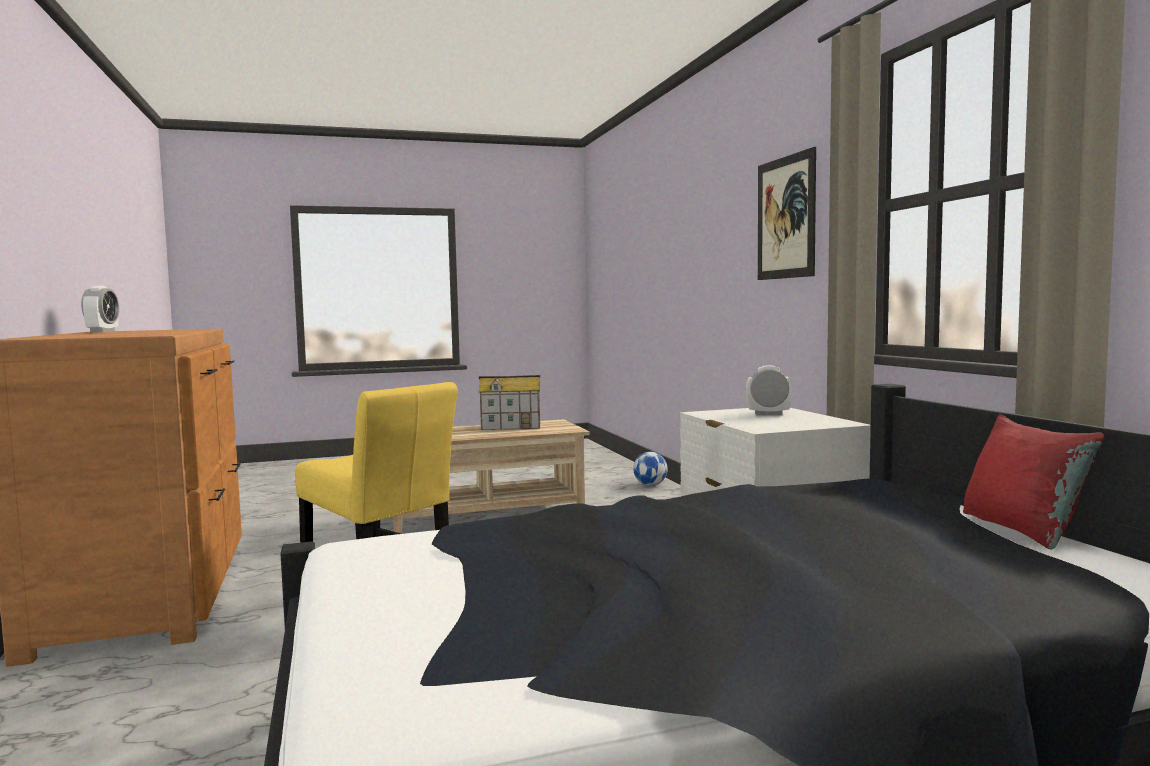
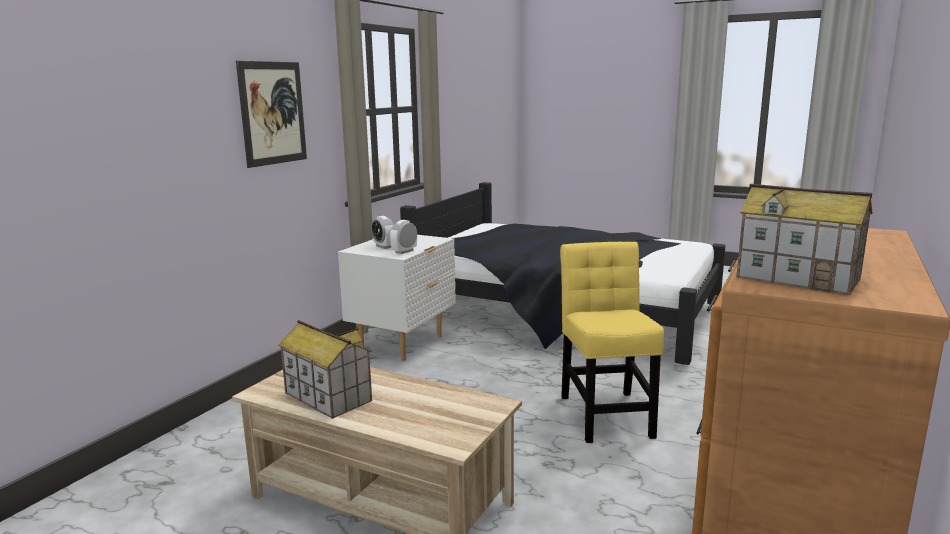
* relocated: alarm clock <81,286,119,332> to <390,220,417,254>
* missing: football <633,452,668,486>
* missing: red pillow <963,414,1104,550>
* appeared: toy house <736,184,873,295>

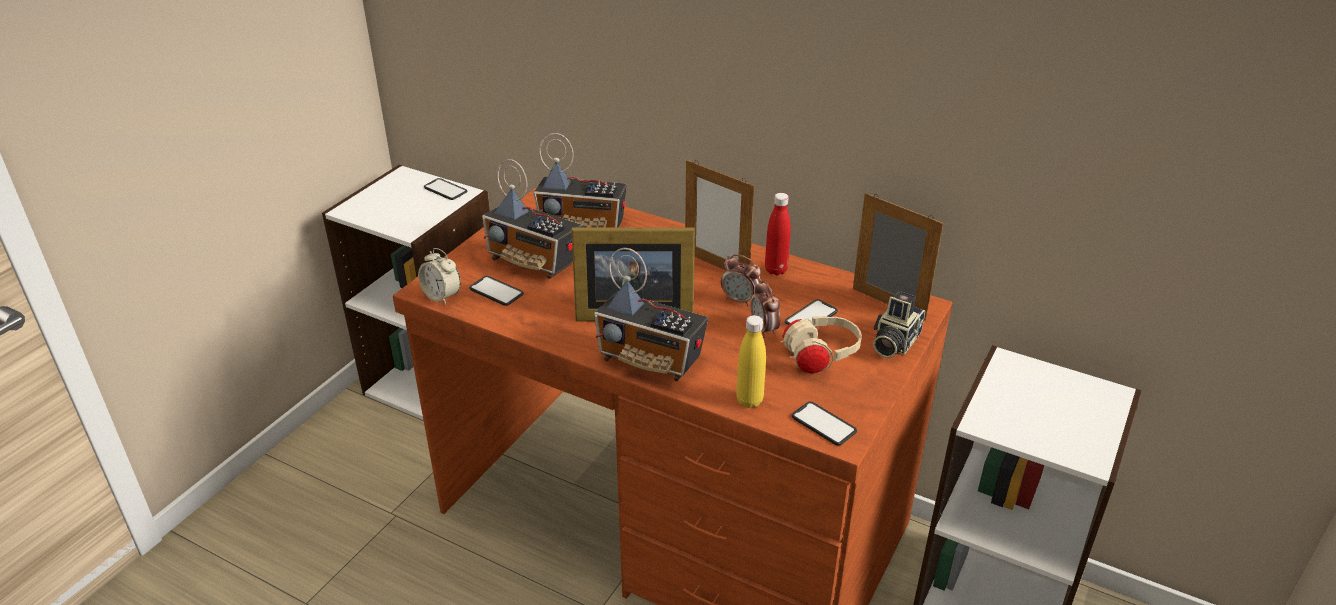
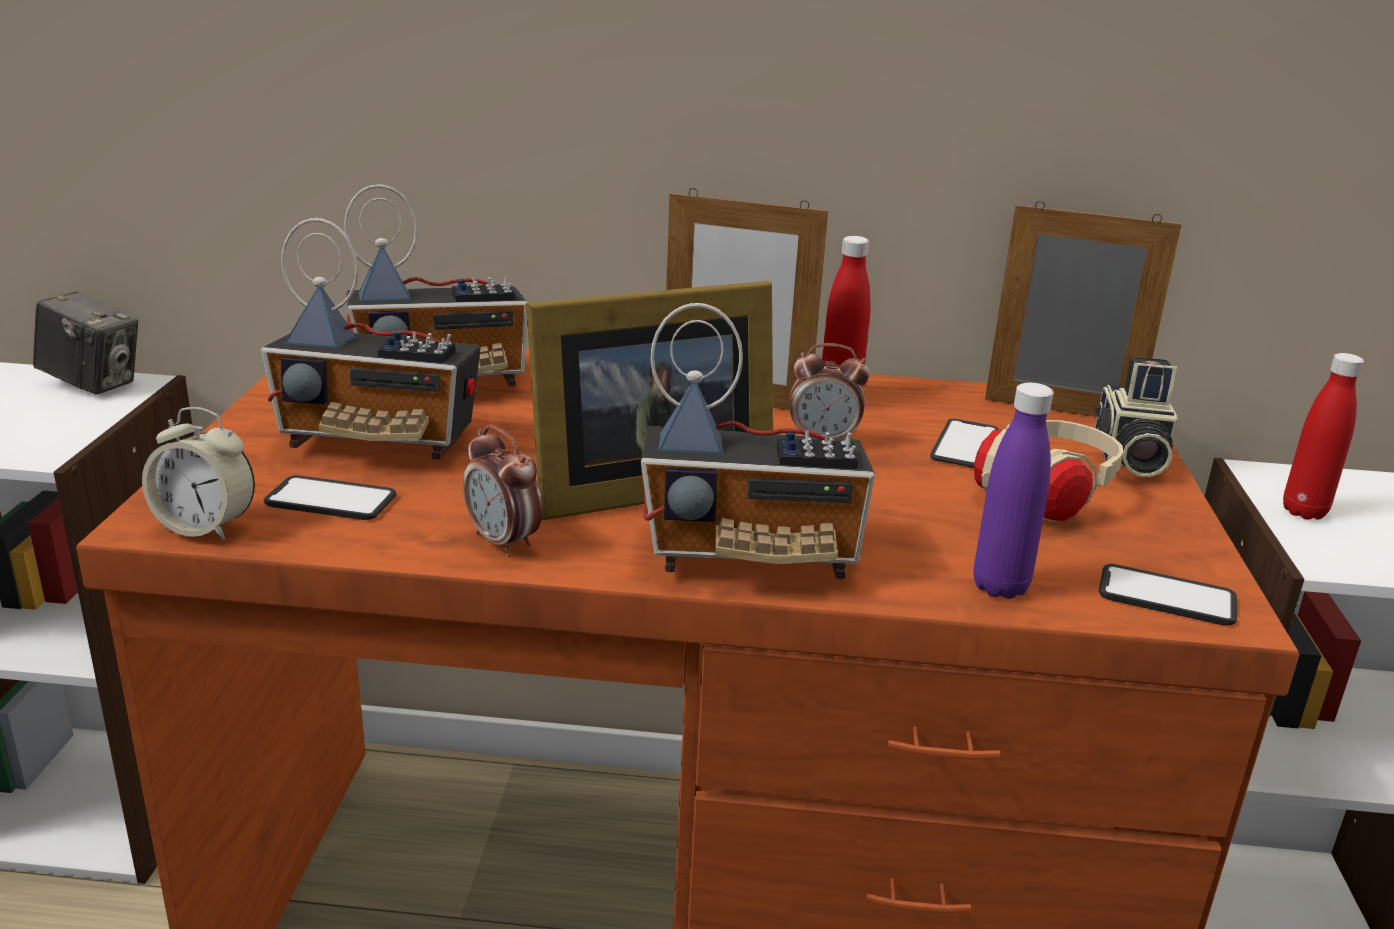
* exchanged: phone <424,178,467,200> to photo camera <33,292,138,395>
* colour: yellow bottle <736,315,766,408> to purple bottle <974,383,1054,599>
* relocated: alarm clock <751,280,781,338> to <463,425,543,557>
* appeared: red bottle <1283,353,1364,520>

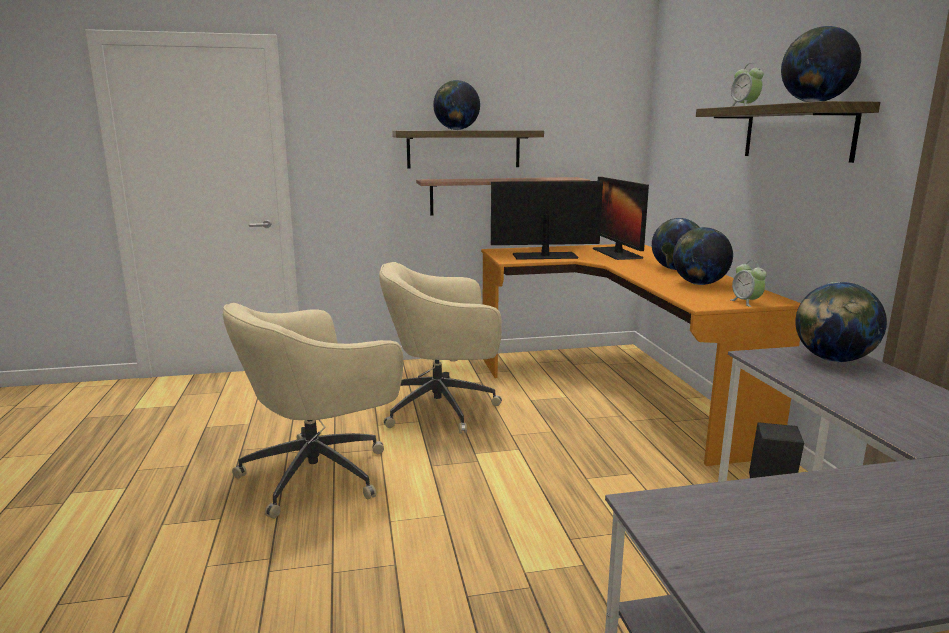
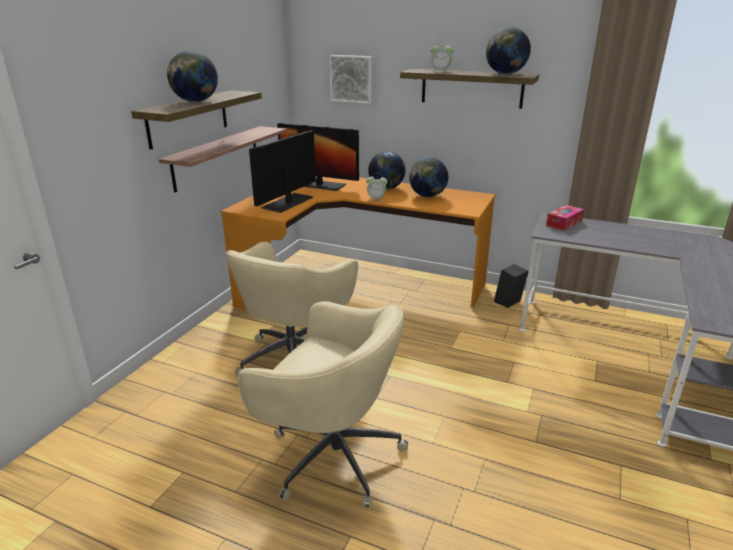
* spun: beige office chair <223,303,403,519> = <238,301,408,509> 60 degrees counterclockwise
* relocated: alarm clock <731,260,767,307> to <366,173,388,202>
* exchanged: globe <795,282,887,362> to tissue box <546,205,584,231>
* appeared: picture <330,55,372,104>

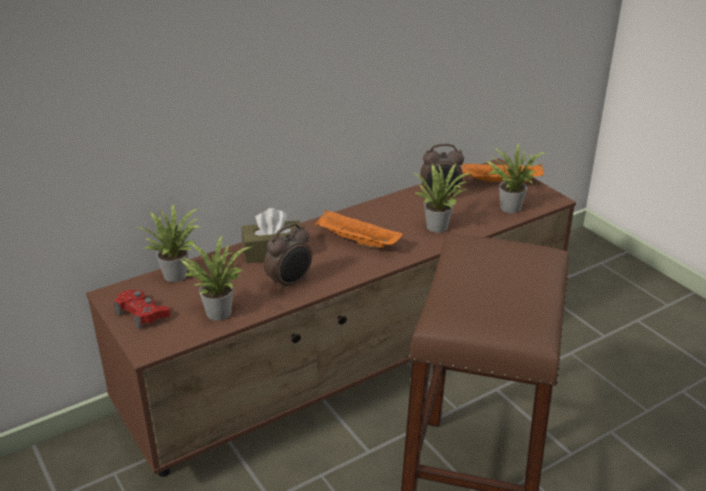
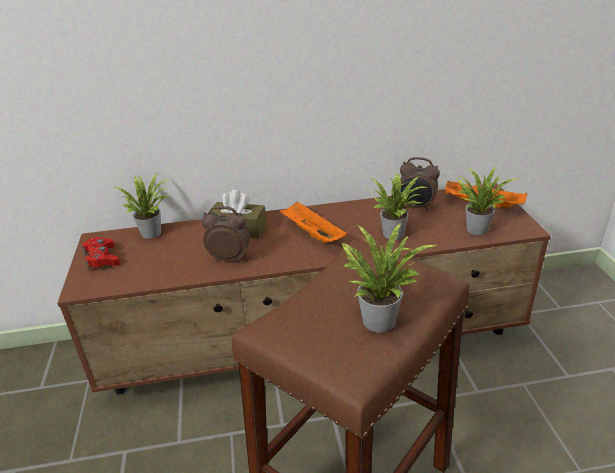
* relocated: potted plant <180,235,250,321> to <340,222,437,333>
* spun: alarm clock <264,223,312,292> = <202,206,250,263> 150 degrees counterclockwise

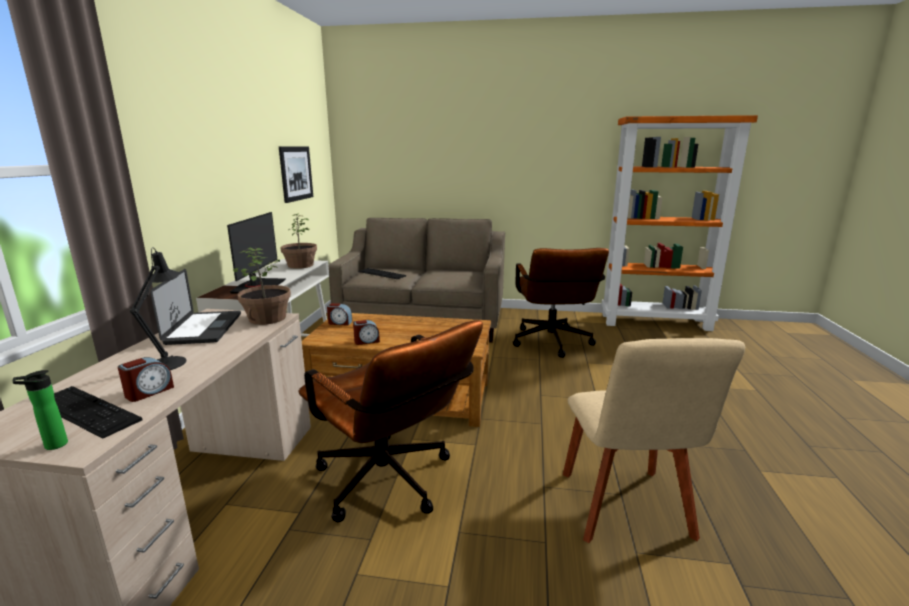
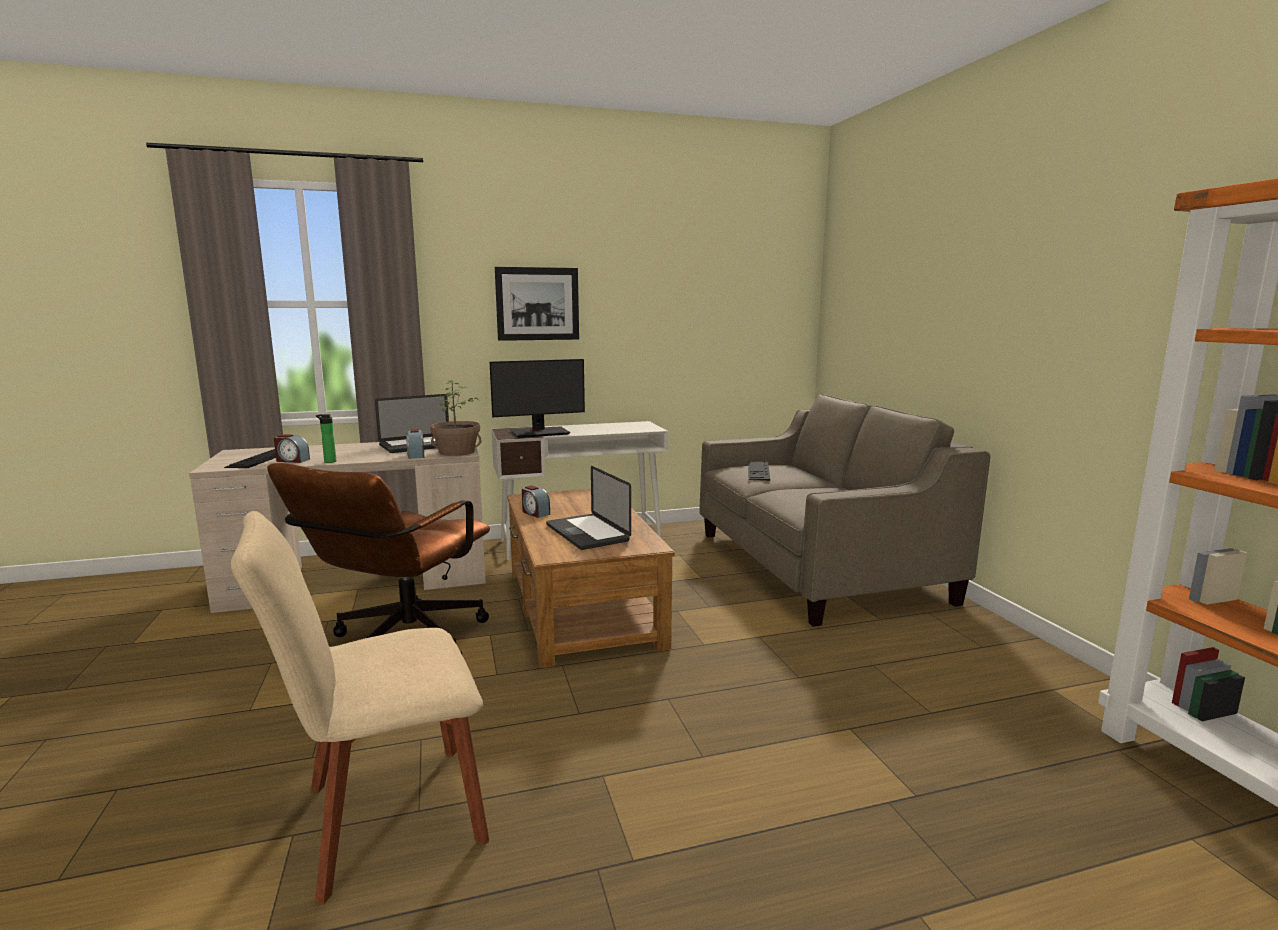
* relocated: bottle <13,370,68,450> to <316,414,336,463>
* missing: black table lamp <130,247,187,370>
* relocated: picture <279,146,313,203> to <495,267,579,341>
* missing: potted plant <281,213,317,269>
* relocated: alarm clock <327,303,352,326> to <406,429,424,459>
* missing: brown office chair <513,248,609,358>
* appeared: laptop <546,466,631,550>

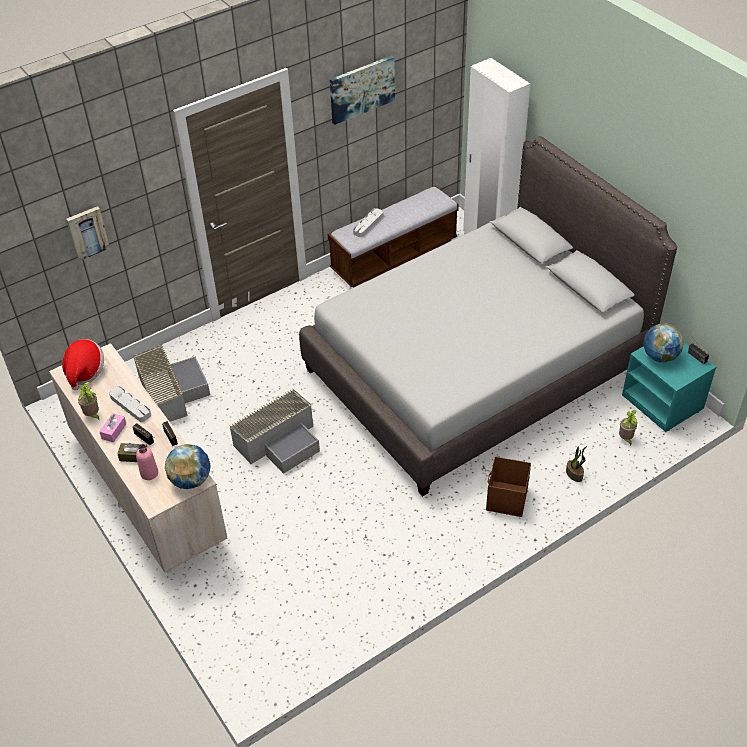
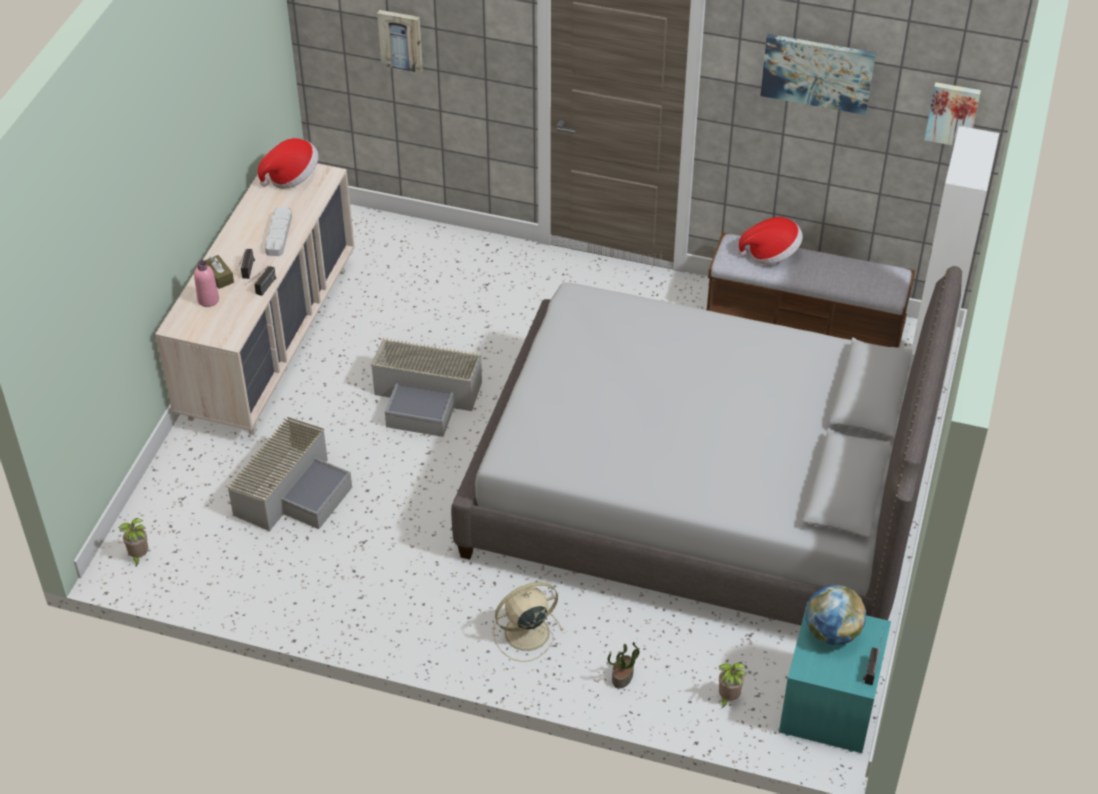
* relocated: potted plant <78,382,99,419> to <119,518,148,566>
* missing: pink tissue box <99,413,126,442>
* relocated: grey storage box <133,345,210,422> to <227,417,352,531>
* missing: globe <165,444,211,489>
* exchanged: grey tray <353,208,383,237> to hat <739,217,803,264>
* exchanged: brown storage box <486,456,531,517> to beige fan <493,582,564,662>
* appeared: picture <924,82,981,146>

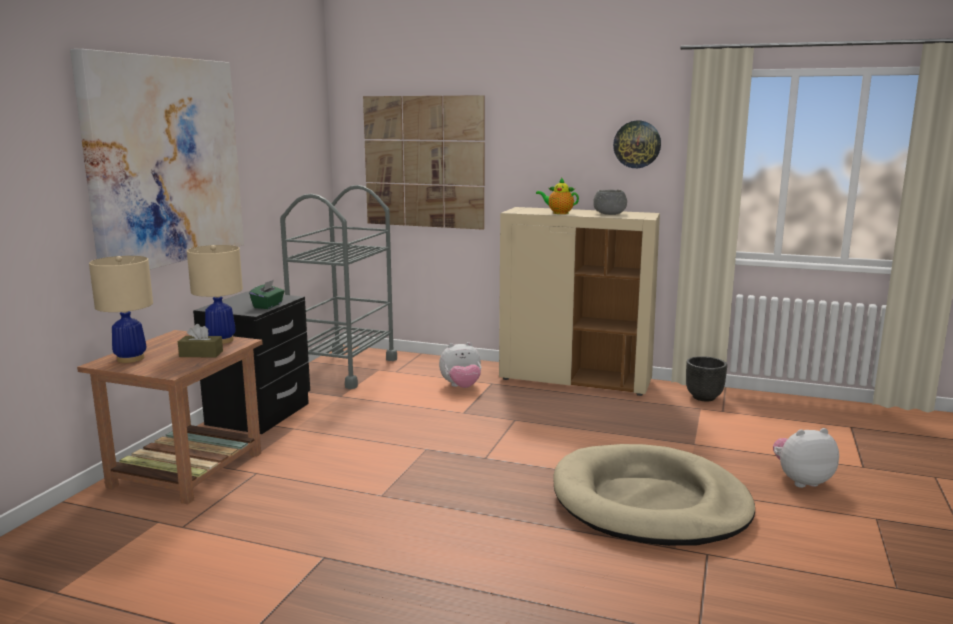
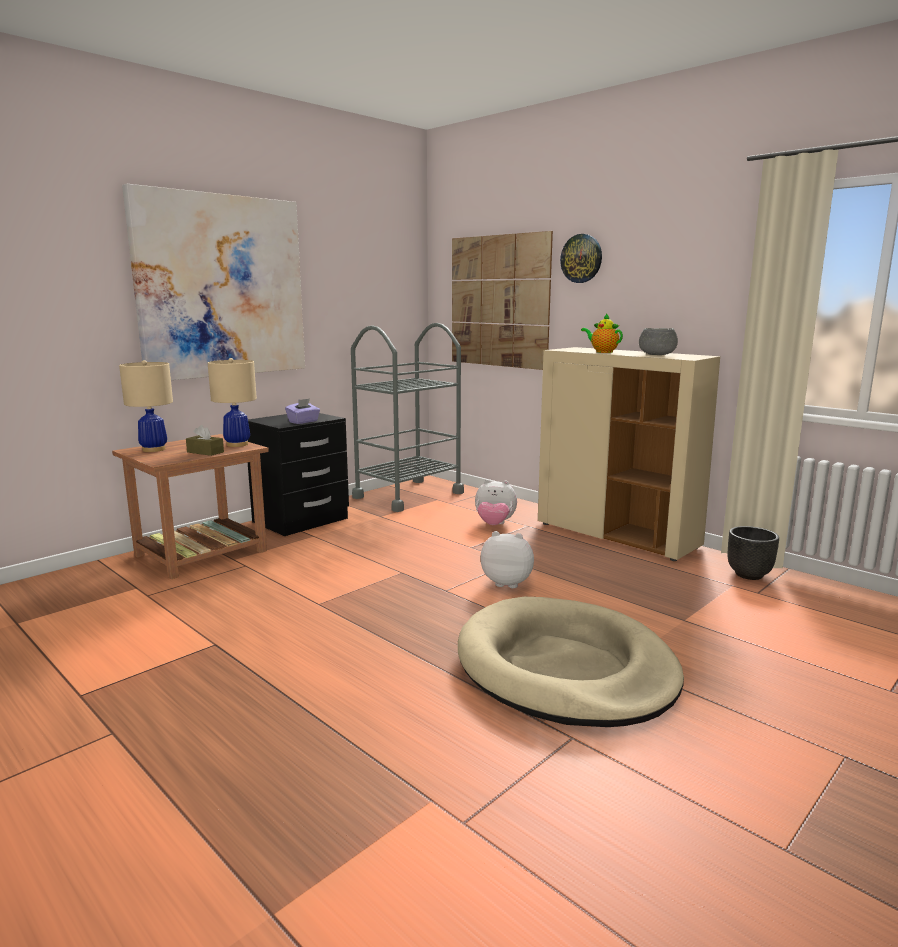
* colour: green tissue box <249,280,285,309> to purple tissue box <285,398,320,424>
* relocated: wall clock <613,121,661,168> to <560,234,602,283>
* relocated: plush toy <773,428,839,488> to <480,531,534,588>

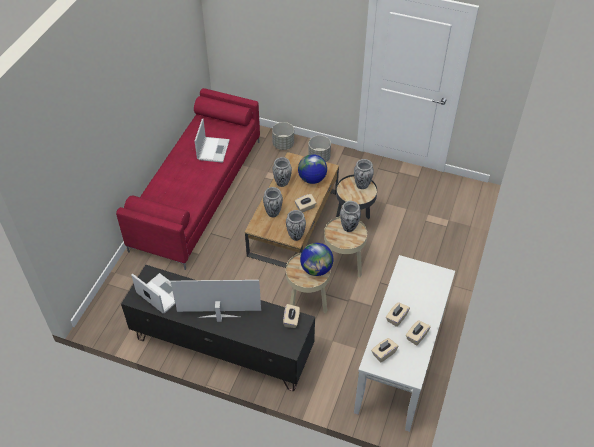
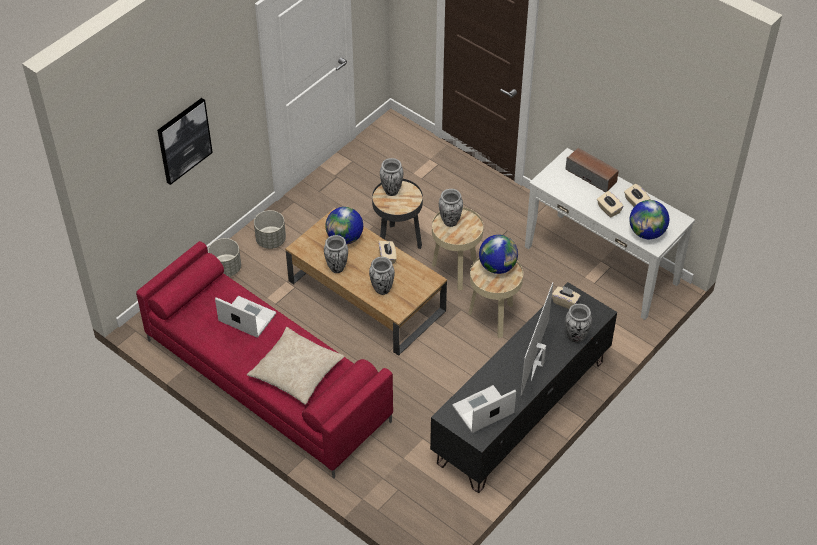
* relocated: vase <286,210,306,241> to <565,304,592,343>
* exchanged: beige tissue box <371,338,399,362> to globe <629,200,669,239>
* appeared: picture <157,98,213,185>
* appeared: beige pillow <247,327,344,405>
* appeared: speaker <565,148,619,192>

